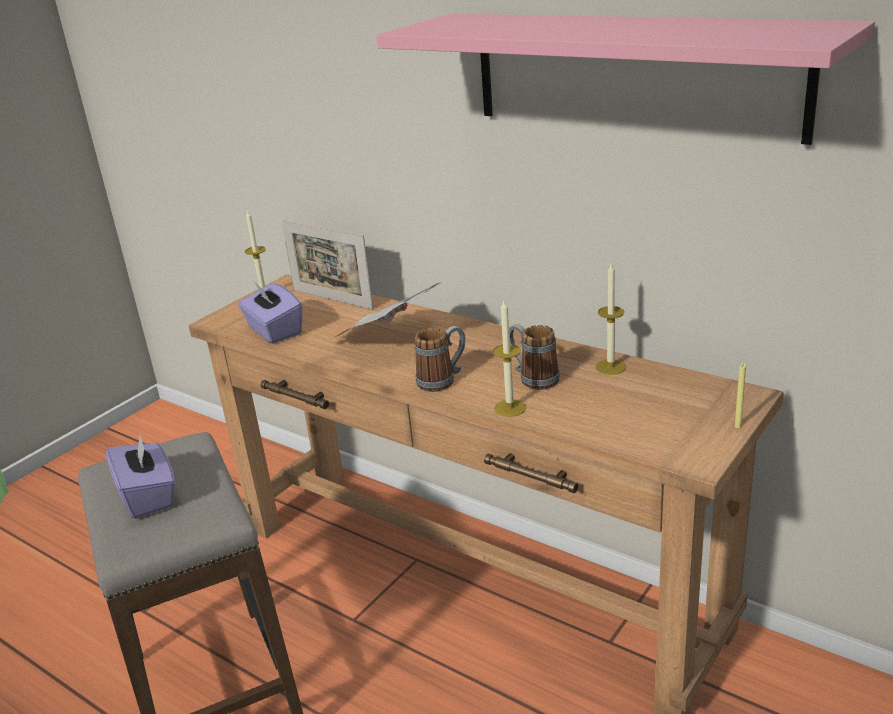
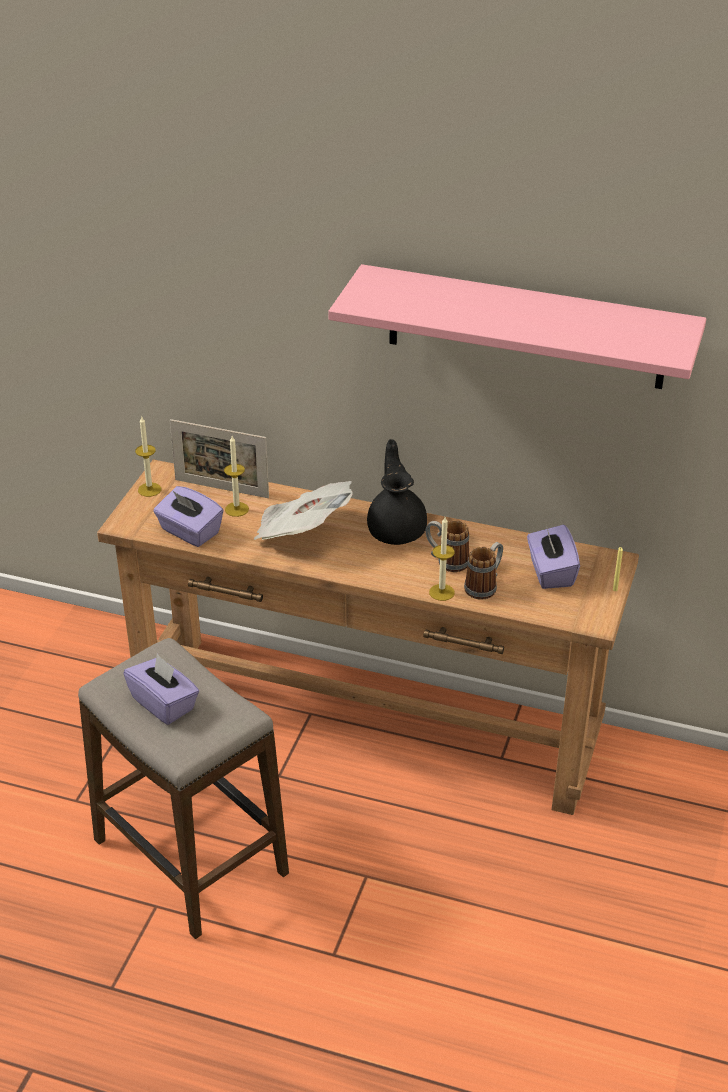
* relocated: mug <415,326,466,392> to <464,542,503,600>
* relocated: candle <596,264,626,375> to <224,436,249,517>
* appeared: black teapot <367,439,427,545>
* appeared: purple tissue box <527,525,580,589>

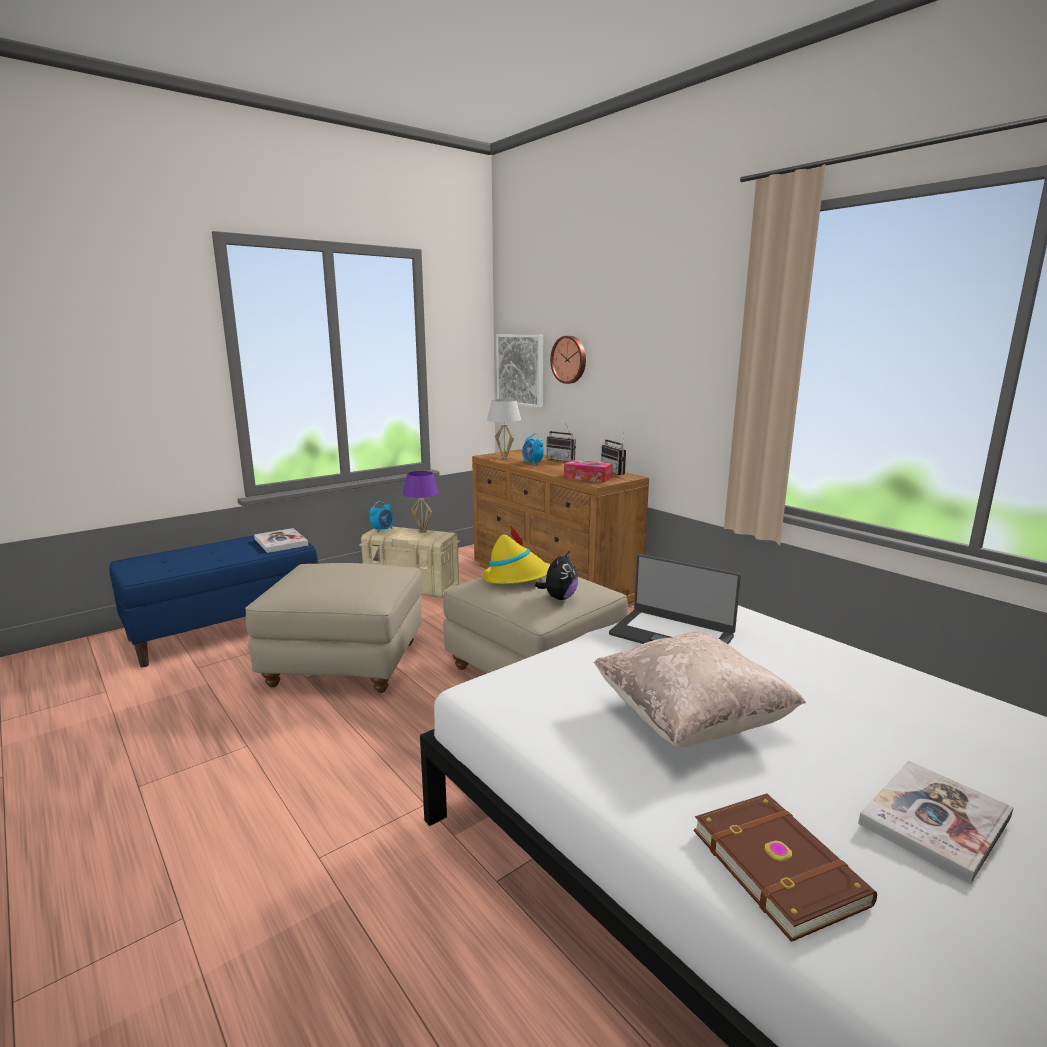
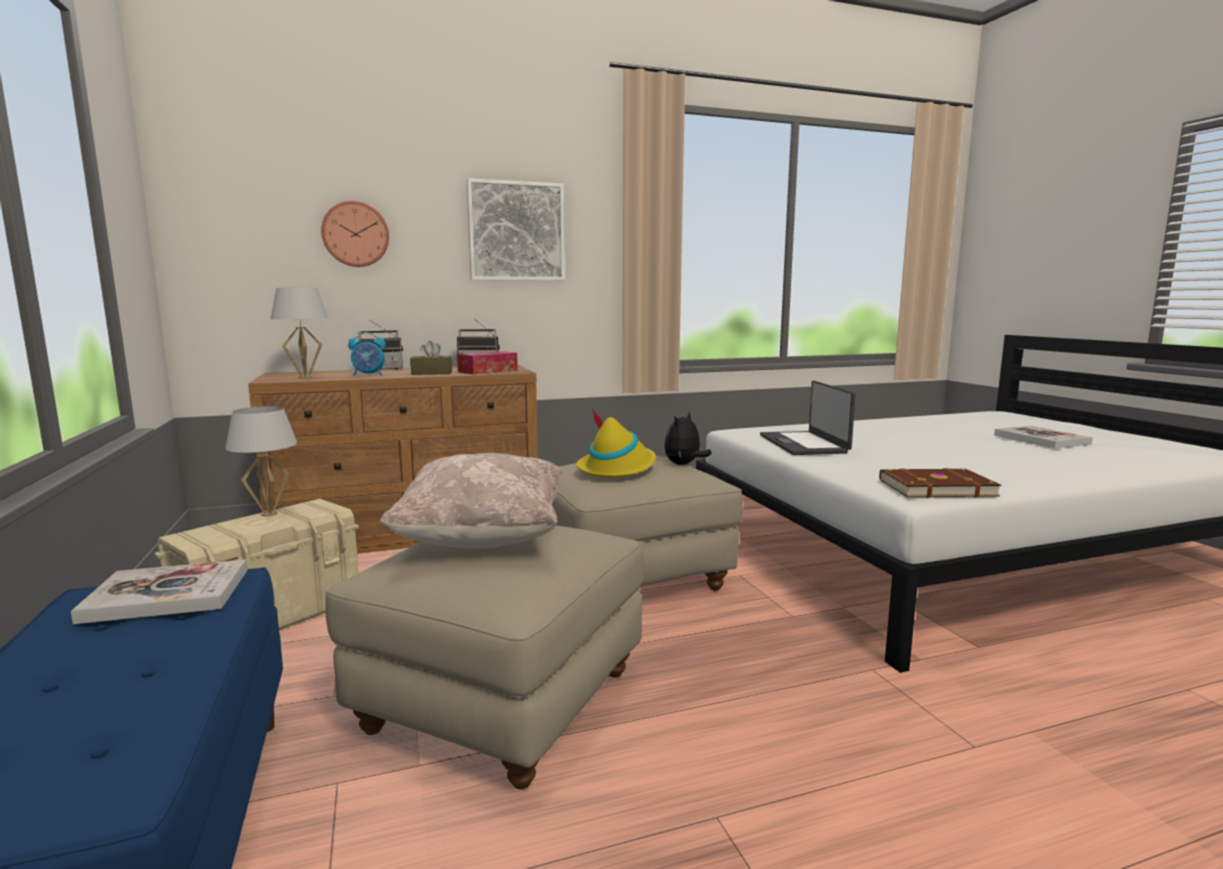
* missing: alarm clock <370,501,394,533>
* colour: purple table lamp <403,471,439,533> to white table lamp <225,406,297,516>
* relocated: picture <496,335,543,408> to <467,178,565,281>
* spun: plush toy <535,550,578,600> = <664,412,712,465> 105 degrees counterclockwise
* relocated: beige pillow <594,632,806,747> to <380,453,563,549>
* spun: laptop <609,554,741,644> = <760,381,856,455> 120 degrees clockwise
* relocated: brown book <693,794,877,942> to <879,468,1001,498>
* appeared: brown tissue box <410,341,452,375>

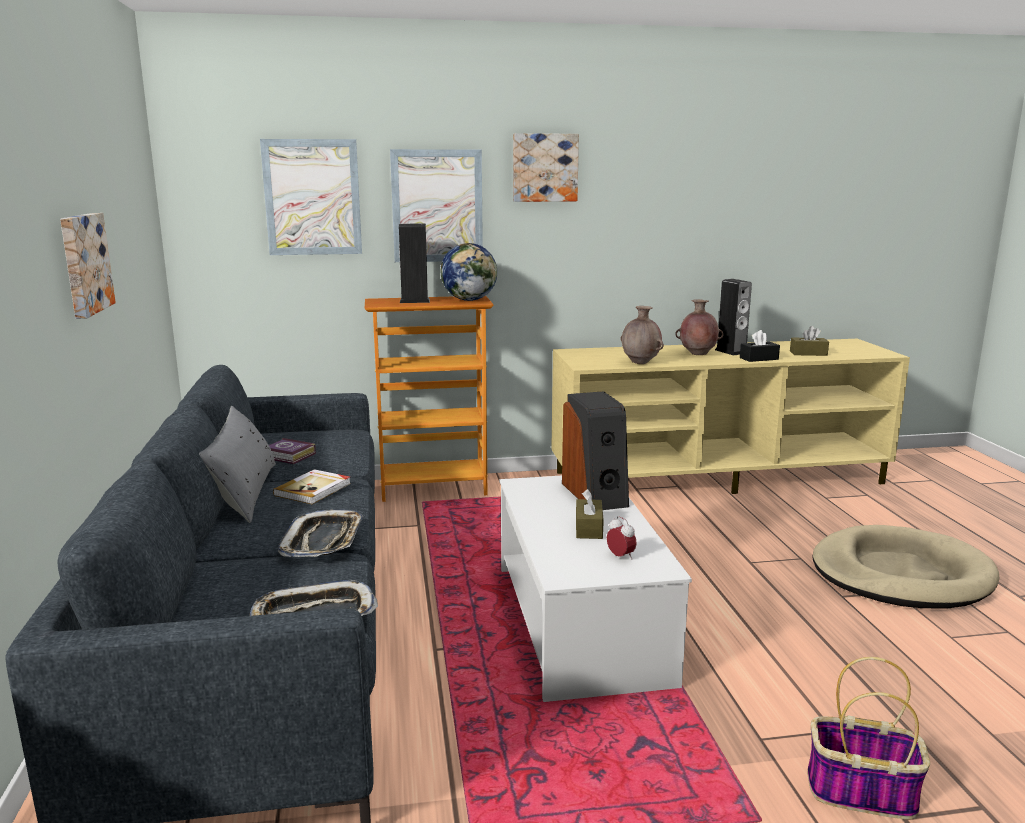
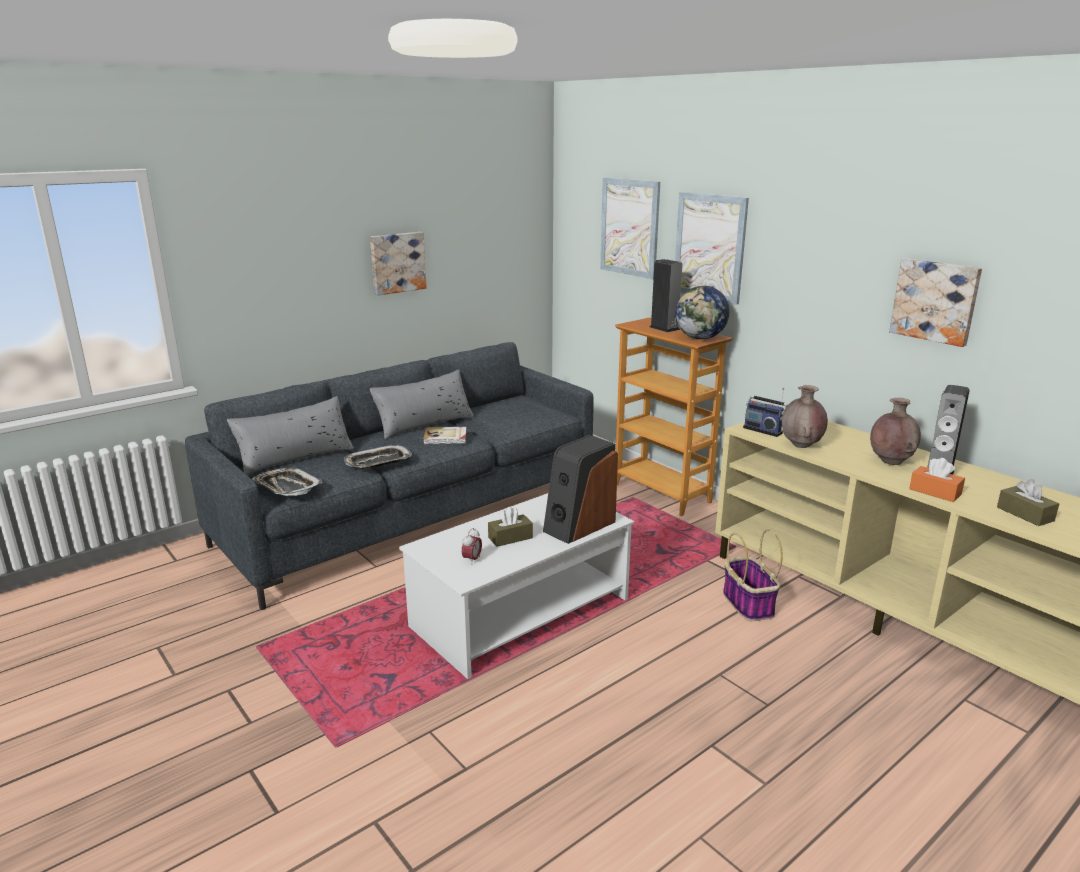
* missing: book <269,438,316,464>
* relocated: picture <513,133,579,202> to <889,258,982,347>
* colour: black tissue box <740,330,780,362> to orange tissue box <909,458,965,502>
* relocated: basket <807,657,930,819> to <723,529,783,621>
* missing: beige dog bed <812,525,999,609>
* appeared: grey pillow <227,396,354,476>
* appeared: radio <743,388,787,437>

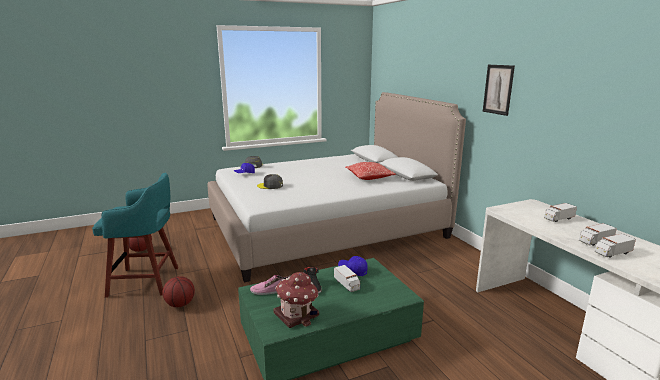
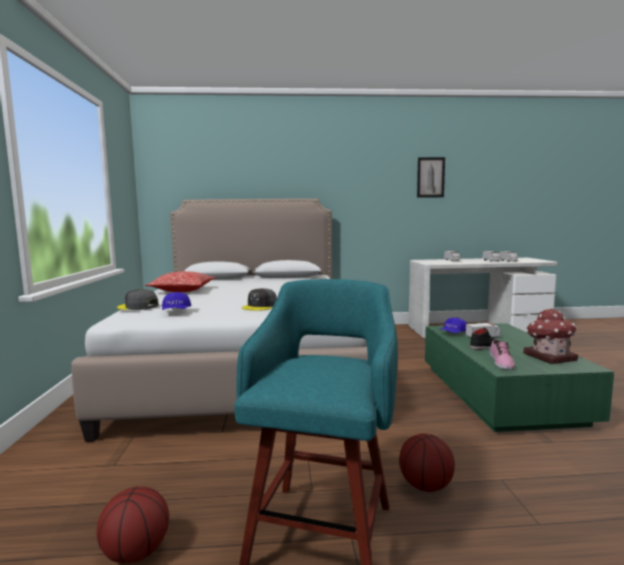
* relocated: pillow <345,162,396,180> to <145,271,216,292>
* relocated: picture <483,65,515,116> to <417,157,445,198>

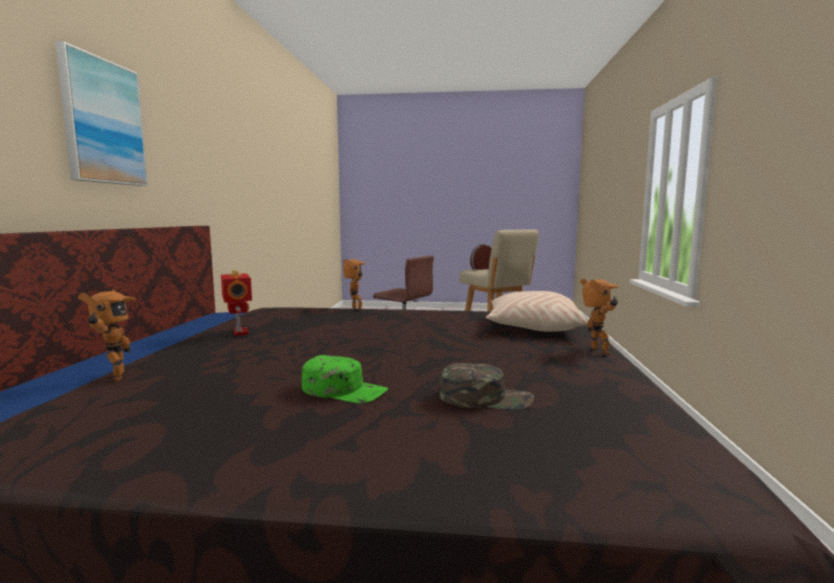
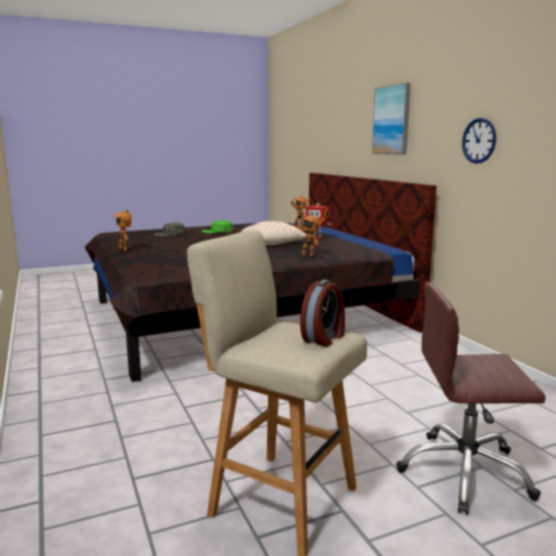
* relocated: beige pillow <486,291,588,332> to <241,221,306,245>
* appeared: wall clock <462,118,496,164>

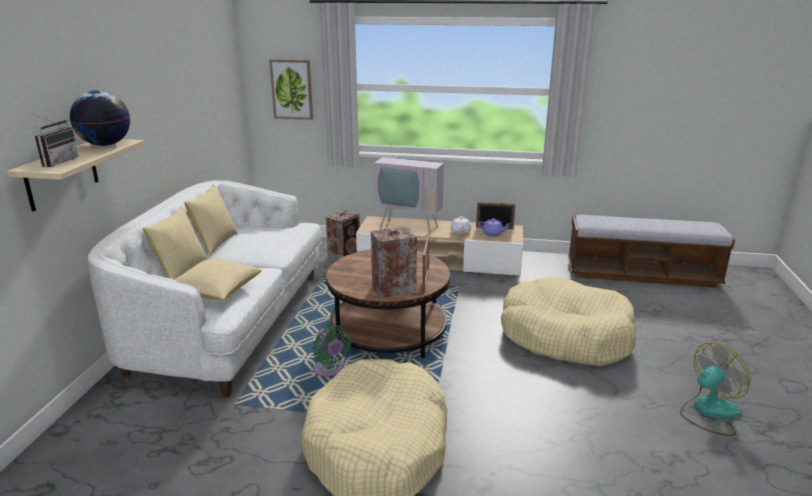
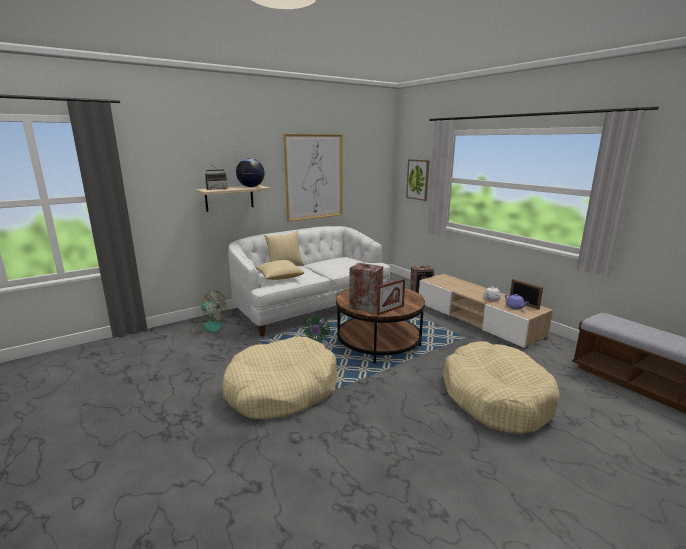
* missing: pillow <184,185,237,255>
* missing: television <374,129,444,235>
* relocated: fan <680,343,751,436> to <190,290,227,334>
* appeared: picture <283,134,342,222>

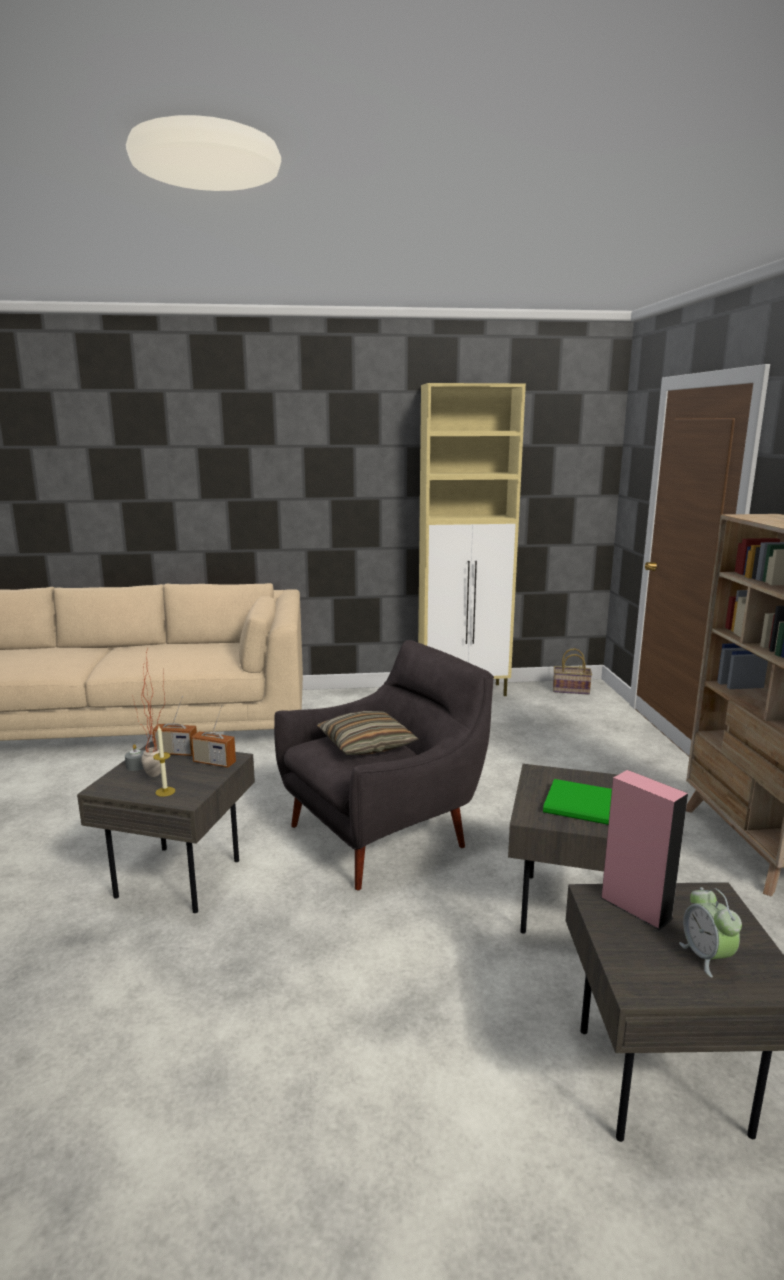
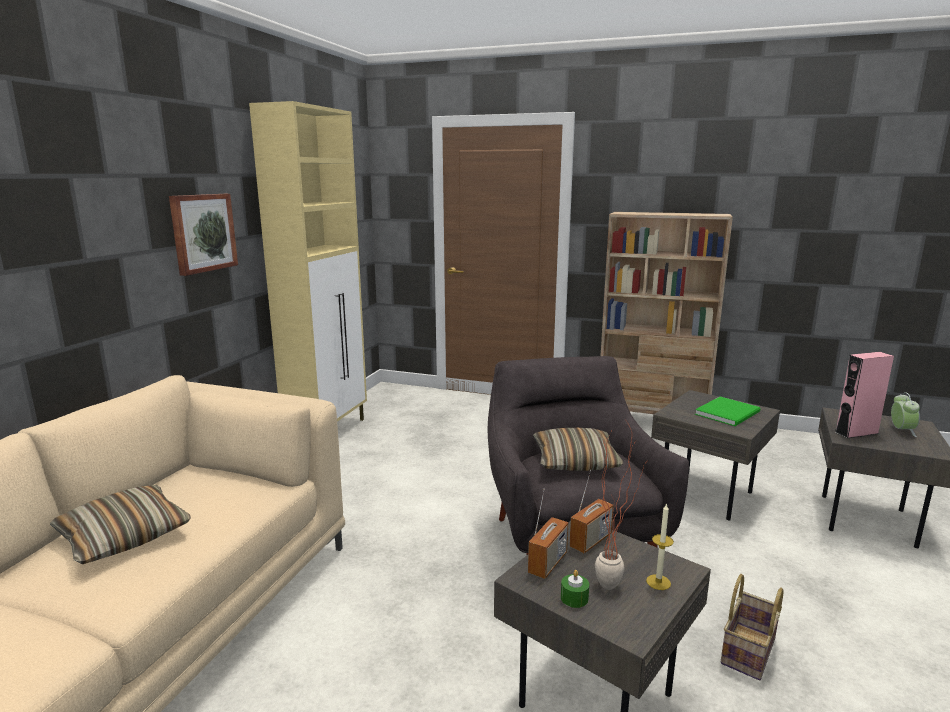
* colour: grey candle <125,744,144,771> to green candle <561,570,589,608>
* relocated: basket <553,648,592,695> to <721,574,784,680>
* spun: alarm clock <679,887,742,978> = <891,392,920,437> 90 degrees counterclockwise
* appeared: pillow <50,485,191,564>
* appeared: picture <169,194,238,276>

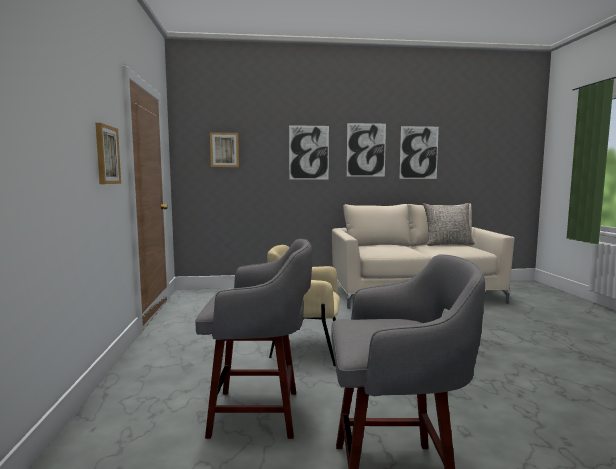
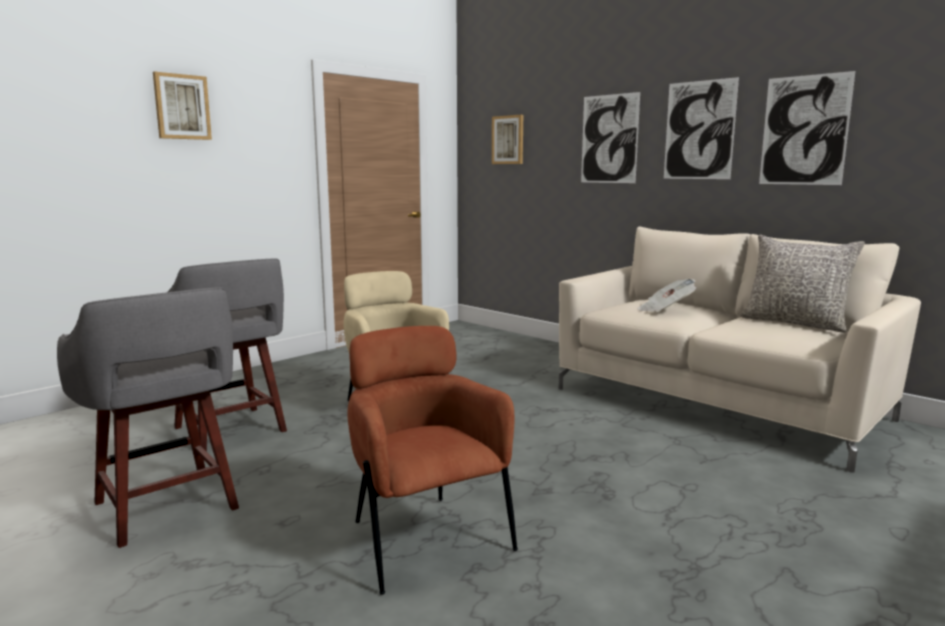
* relocated: picture <96,123,121,184> to <153,72,212,140>
* appeared: brown armchair <347,326,518,595>
* appeared: newspaper <637,279,696,312>

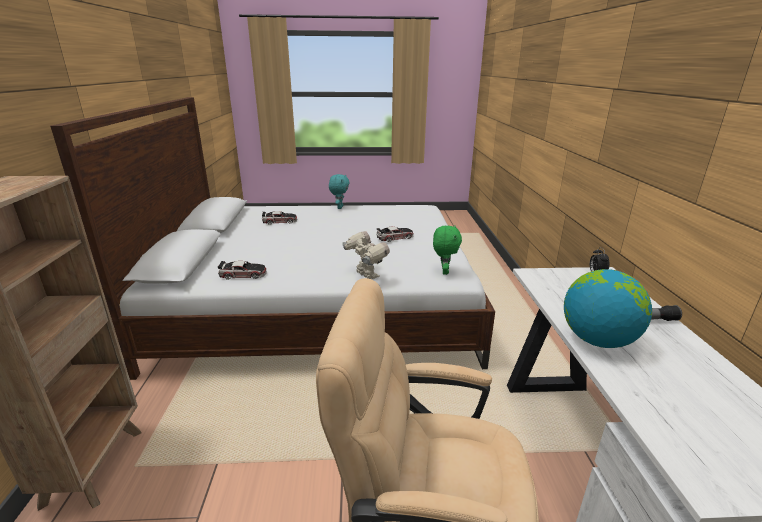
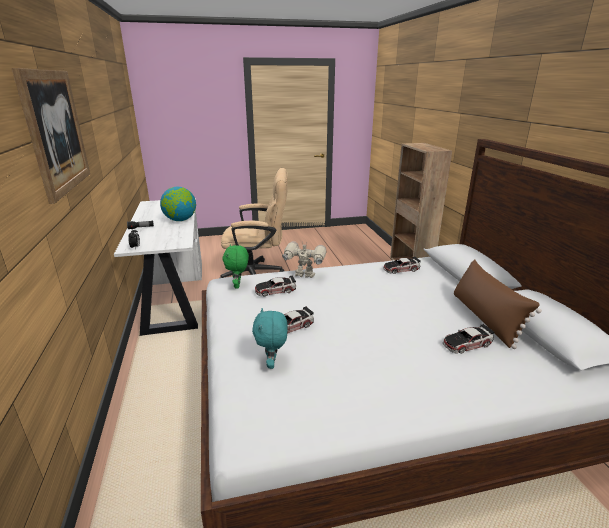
* relocated: turquoise plush toy <329,174,350,209> to <252,308,287,369>
* spun: toy robot <342,231,390,279> = <282,241,326,278> 150 degrees clockwise
* appeared: picture <12,68,90,204>
* appeared: toy car <255,275,296,297>
* appeared: brown pillow <454,259,542,349>

